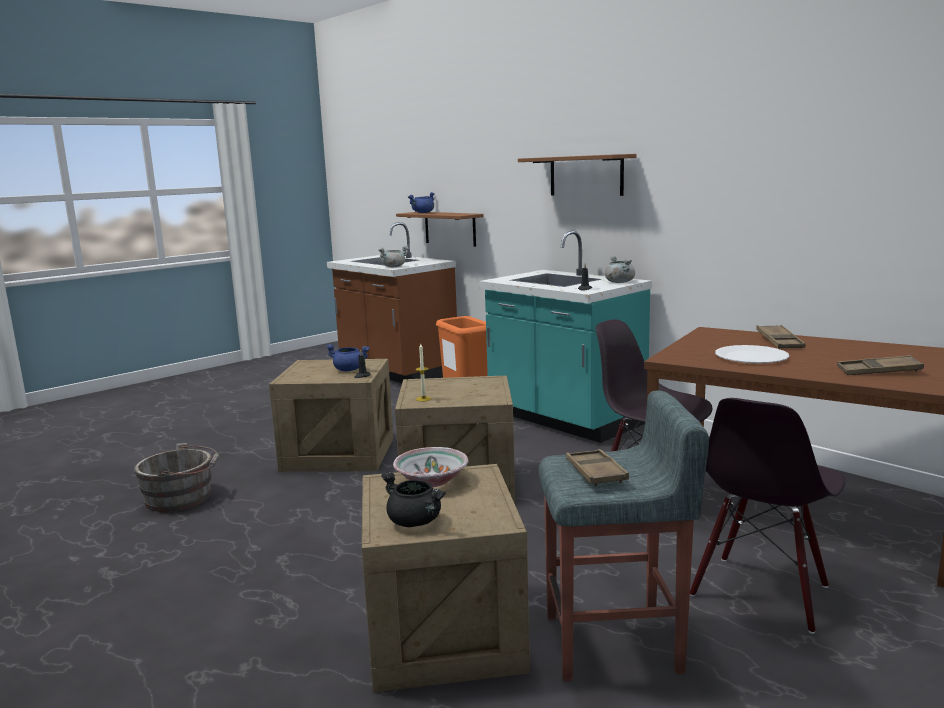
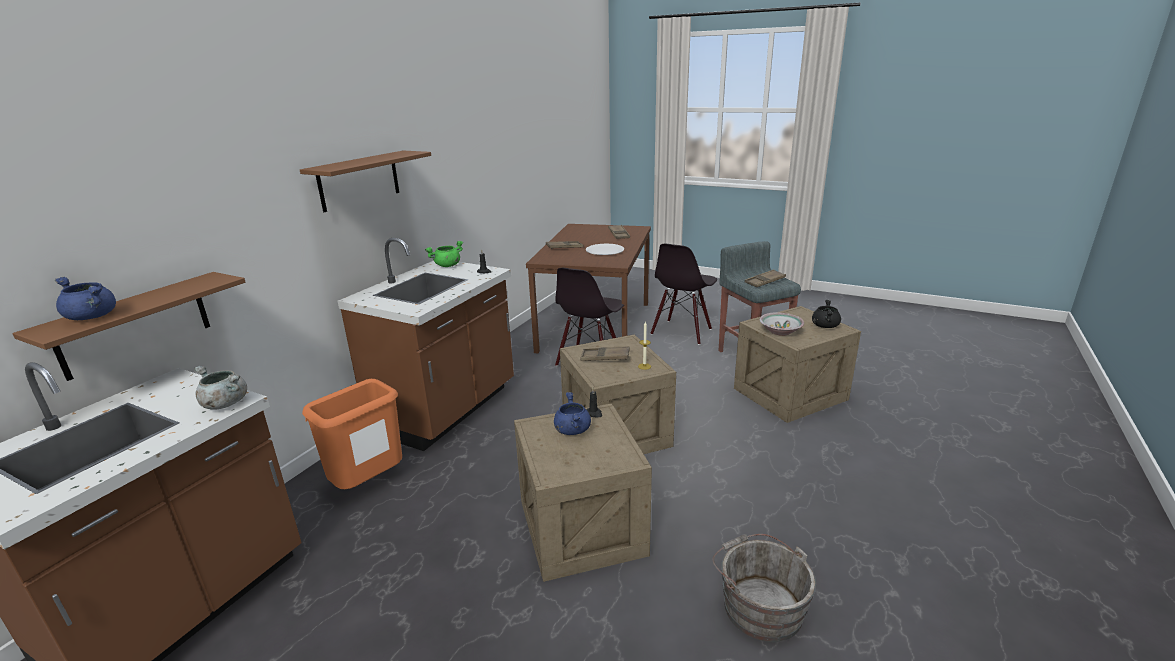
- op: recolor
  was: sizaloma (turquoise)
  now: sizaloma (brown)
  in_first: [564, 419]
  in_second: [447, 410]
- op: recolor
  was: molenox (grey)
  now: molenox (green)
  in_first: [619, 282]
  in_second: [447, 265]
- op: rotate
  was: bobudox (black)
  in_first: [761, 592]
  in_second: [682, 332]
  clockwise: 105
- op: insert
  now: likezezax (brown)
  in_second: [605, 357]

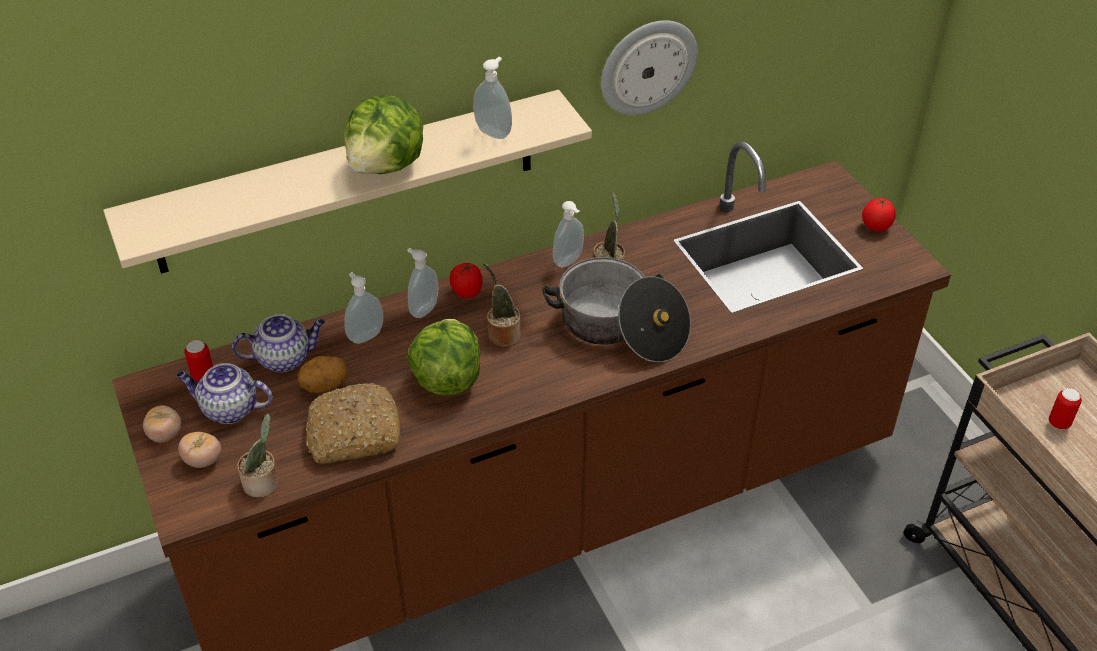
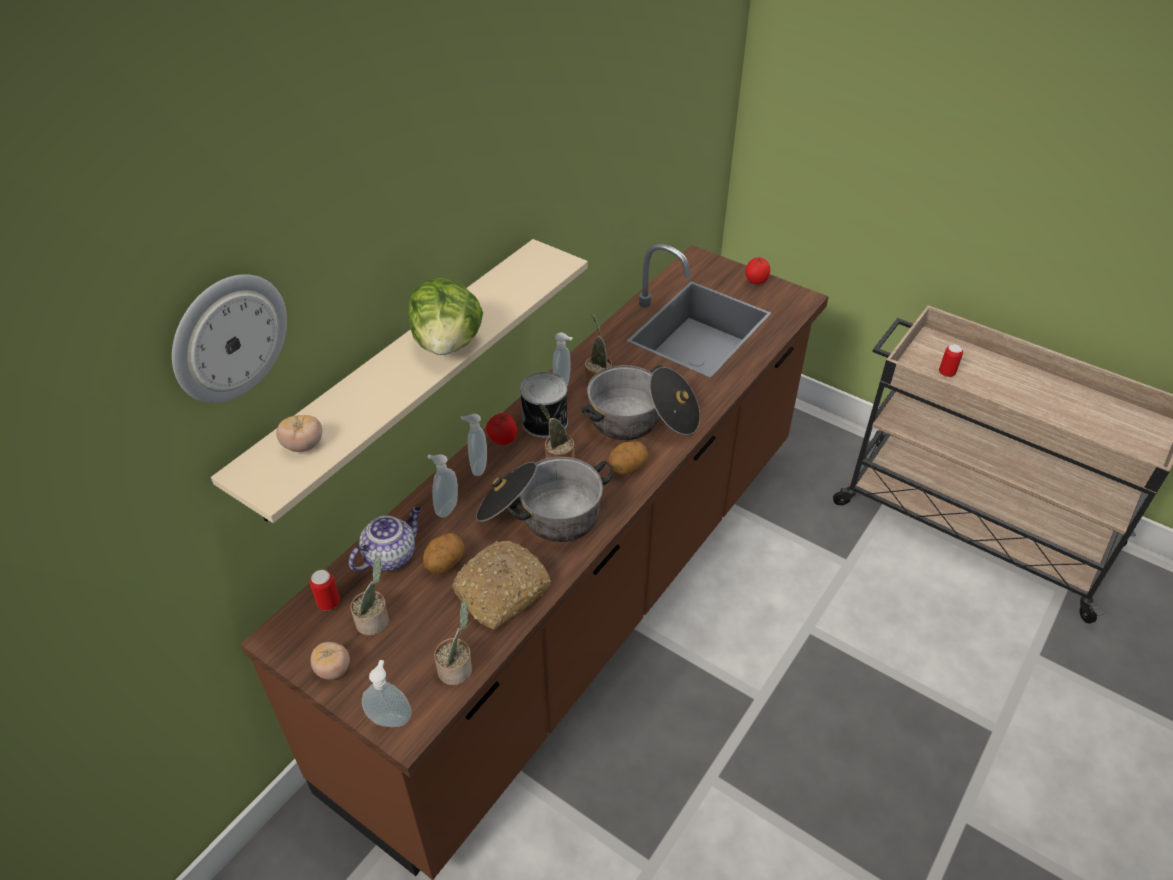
- op: move
  was: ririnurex
  in_first: [647, 66]
  in_second: [228, 337]
- op: move
  was: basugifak
  in_first: [494, 132]
  in_second: [391, 718]
- op: replace
  was: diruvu
  now: molenox
  in_first: [447, 379]
  in_second: [542, 514]
- op: replace
  was: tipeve
  now: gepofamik
  in_first: [228, 409]
  in_second: [375, 621]
- op: move
  was: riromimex
  in_first: [203, 460]
  in_second: [303, 446]
- op: insert
  now: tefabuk
  in_second: [546, 422]
- op: insert
  now: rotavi
  in_second: [627, 468]

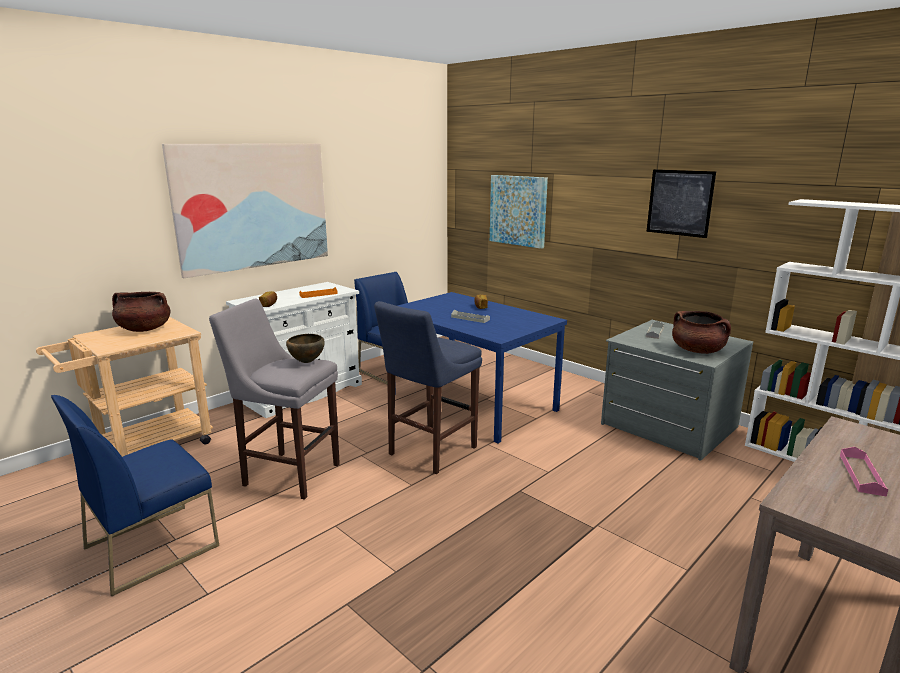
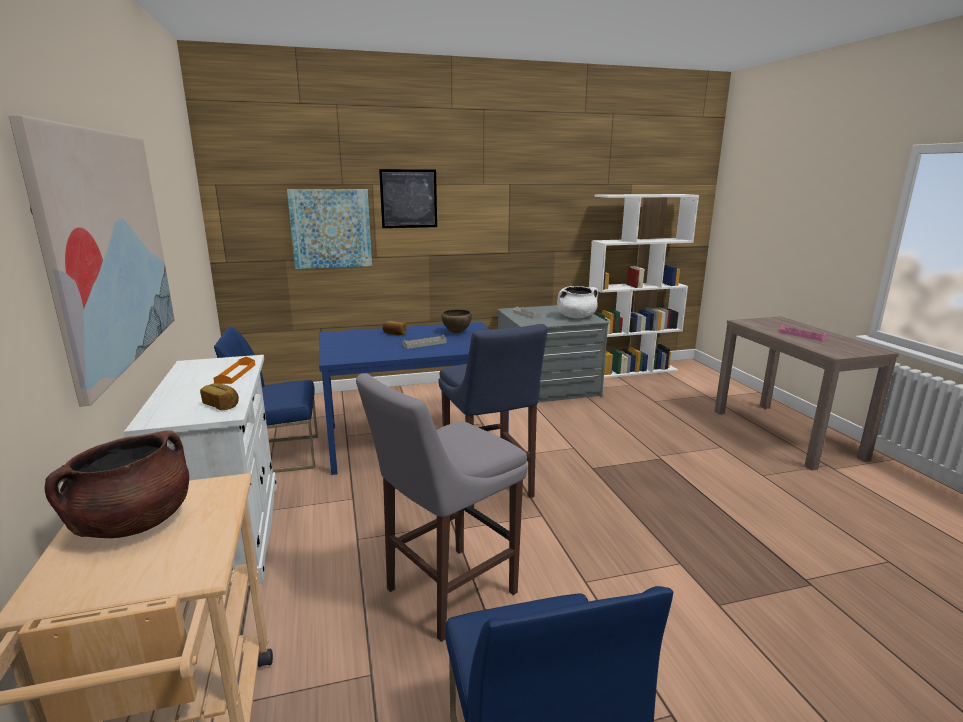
- op: move
  was: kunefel
  in_first: [679, 203]
  in_second: [408, 198]
- op: recolor
  was: molenox (brown)
  now: molenox (white)
  in_first: [697, 350]
  in_second: [576, 317]
- op: move
  was: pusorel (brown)
  in_first: [306, 362]
  in_second: [457, 333]

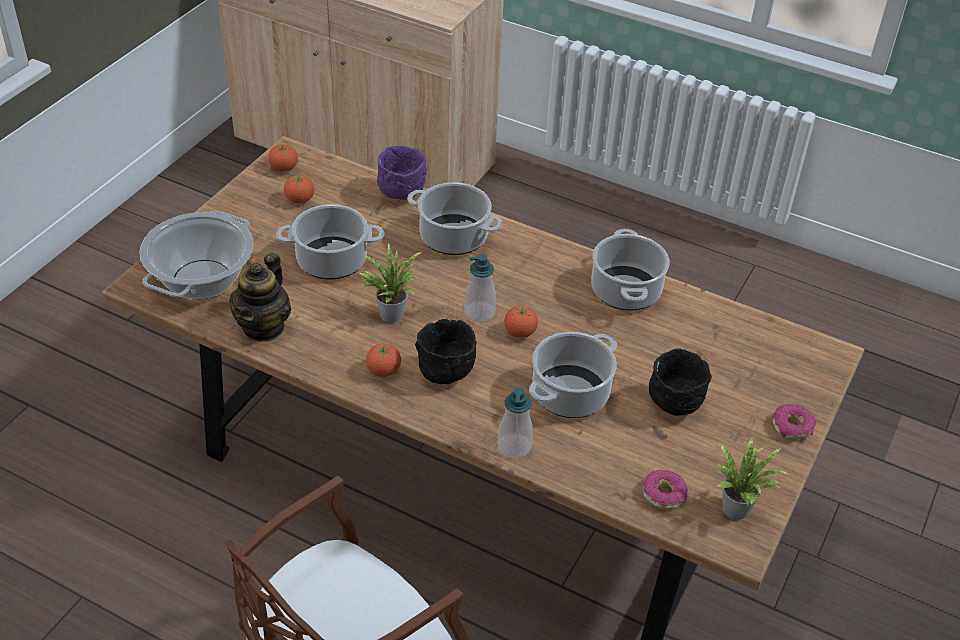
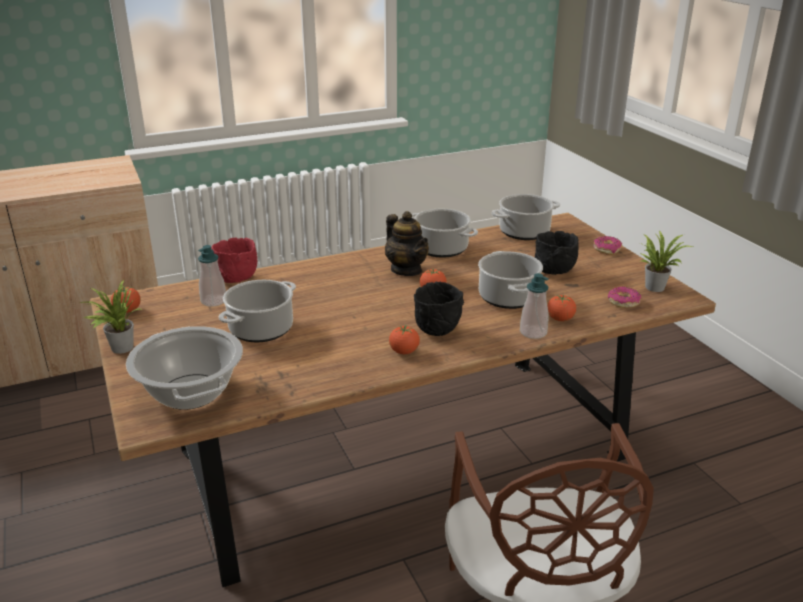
- op: recolor
  was: pusorel (purple)
  now: pusorel (red)
  in_first: [400, 194]
  in_second: [237, 280]
- op: move
  was: riromimex
  in_first: [300, 200]
  in_second: [560, 319]
- op: move
  was: molenox
  in_first: [454, 237]
  in_second: [524, 232]
- op: move
  was: gepofamik
  in_first: [389, 313]
  in_second: [119, 348]
- op: move
  was: tipeve
  in_first: [264, 327]
  in_second: [406, 270]
- op: move
  was: basugifak
  in_first: [479, 312]
  in_second: [213, 301]

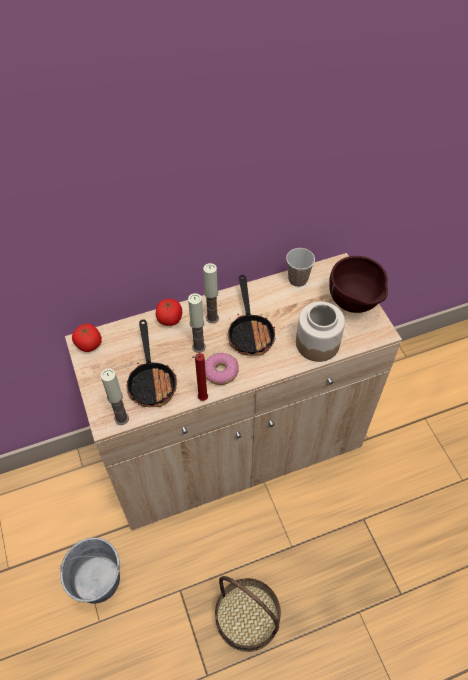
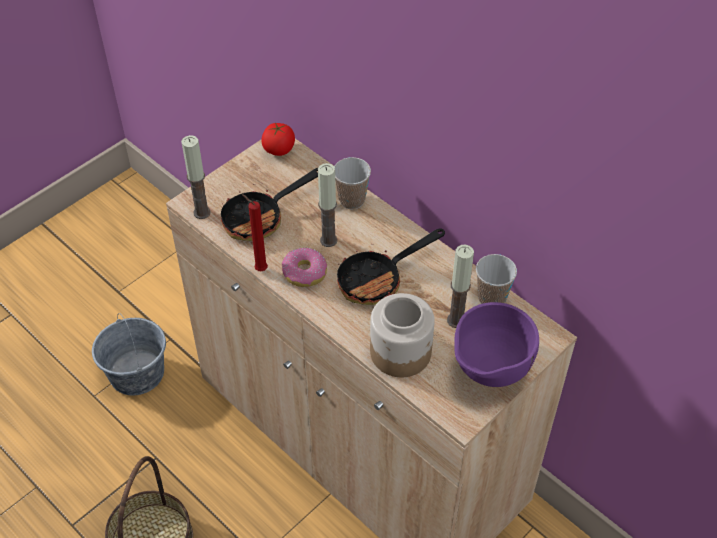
- op: recolor
  was: pusorel (brown)
  now: pusorel (purple)
  in_first: [354, 305]
  in_second: [488, 373]
- op: move
  was: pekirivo
  in_first: [212, 318]
  in_second: [456, 320]
- op: replace
  was: riromimex
  now: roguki
  in_first: [169, 319]
  in_second: [352, 200]

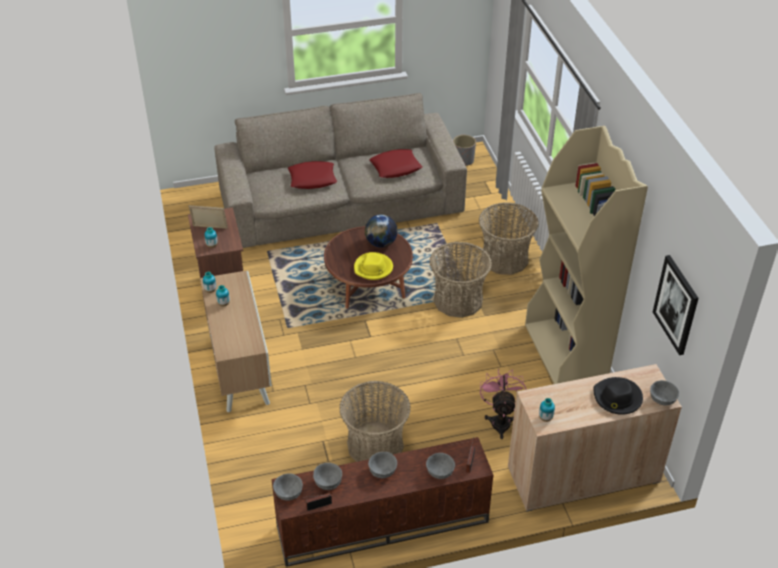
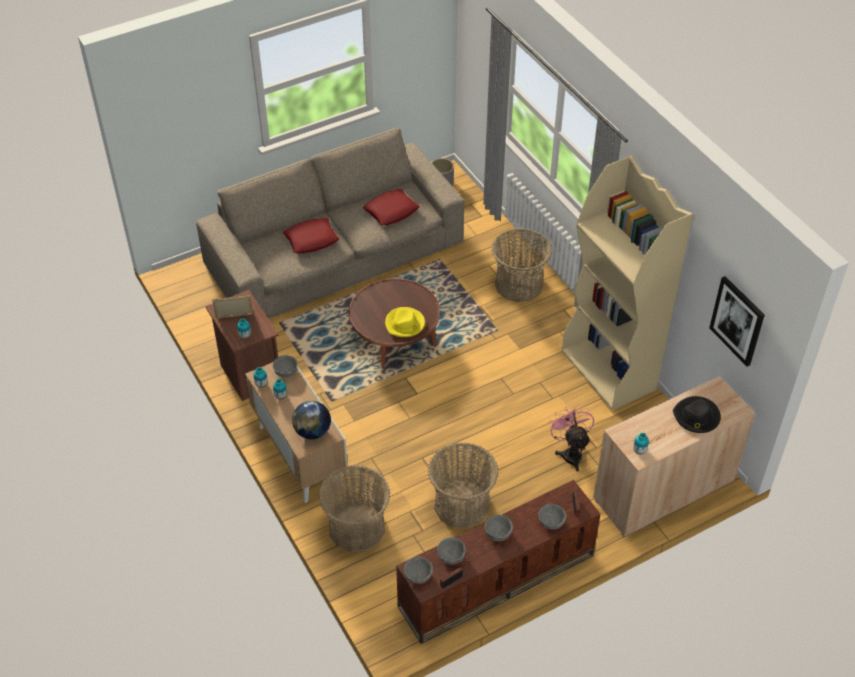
- op: move
  was: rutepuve
  in_first: [381, 243]
  in_second: [312, 432]
- op: move
  was: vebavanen
  in_first: [458, 300]
  in_second: [356, 528]
- op: move
  was: pusorel (grey)
  in_first: [662, 399]
  in_second: [285, 372]

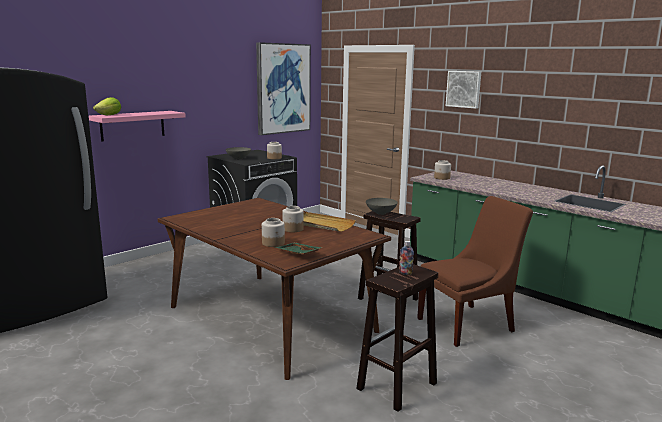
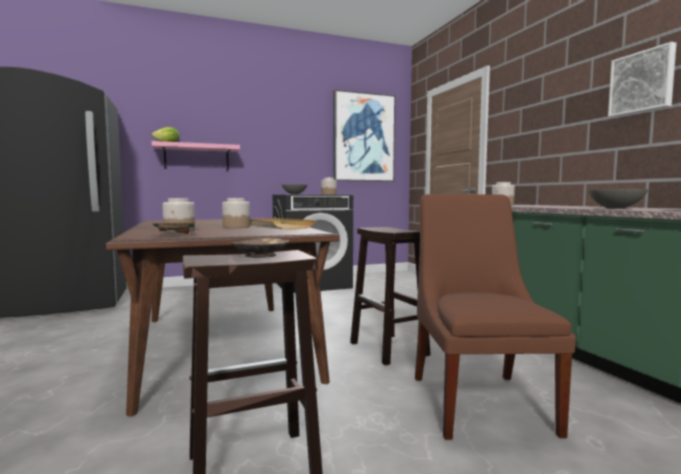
- op: move
  was: kunefel
  in_first: [464, 89]
  in_second: [642, 82]
- op: rotate
  was: bobudox (brown)
  in_first: [468, 324]
  in_second: [479, 400]
  clockwise: -90
- op: move
  was: pusorel (grey)
  in_first: [381, 213]
  in_second: [615, 208]
- op: replace
  was: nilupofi
  now: pusorel (brown)
  in_first: [405, 273]
  in_second: [261, 255]

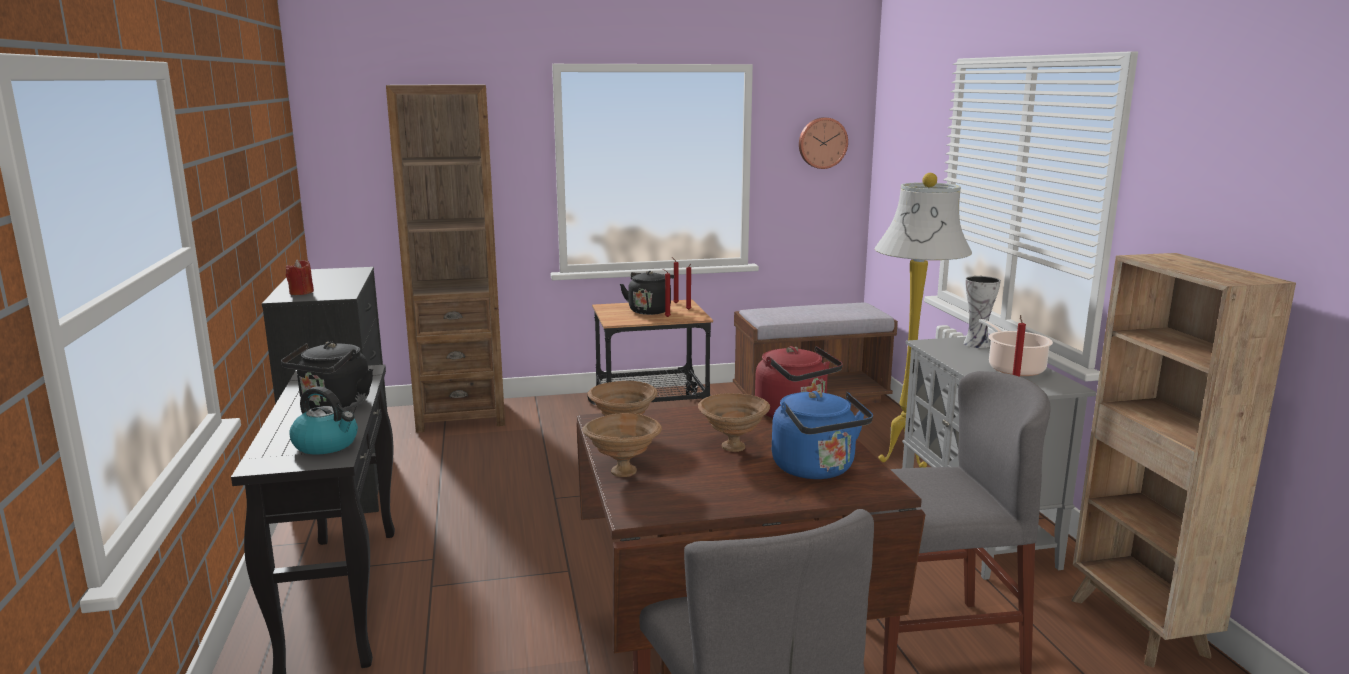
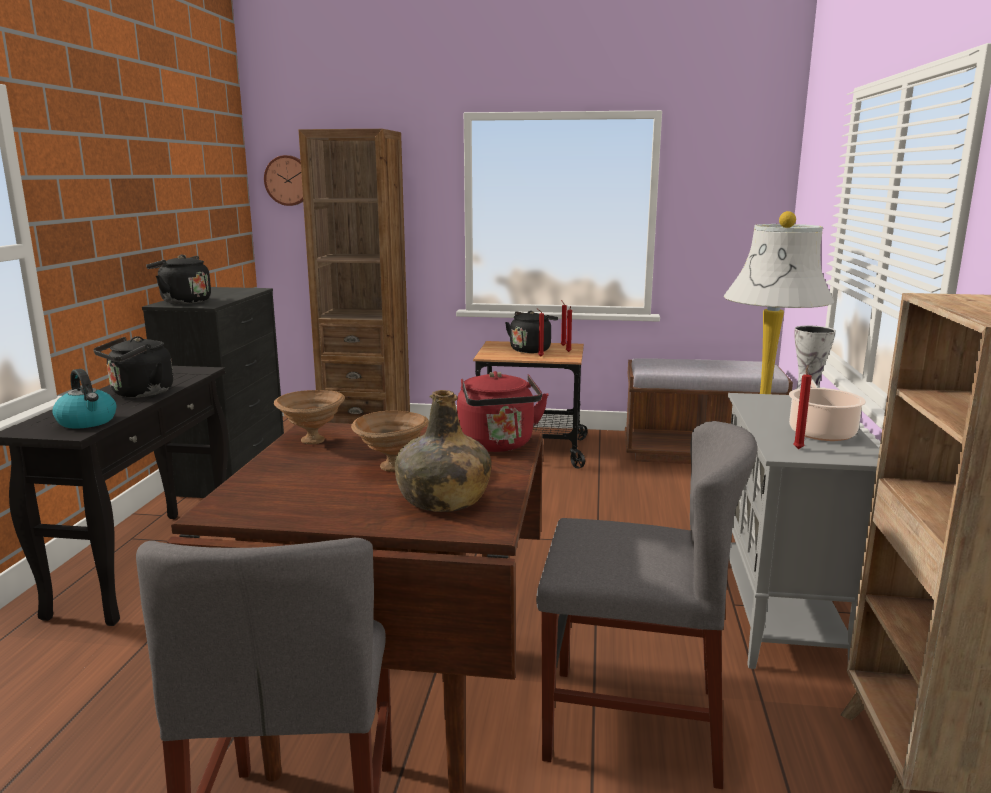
- op: move
  was: ririnurex
  in_first: [822, 143]
  in_second: [289, 180]
- op: replace
  was: pekirivo (red)
  now: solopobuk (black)
  in_first: [301, 292]
  in_second: [183, 301]
- op: replace
  was: solopobuk (blue)
  now: nilupofi (green)
  in_first: [817, 470]
  in_second: [443, 500]
- op: delete
  was: pusorel (brown)
  in_first: [621, 471]

